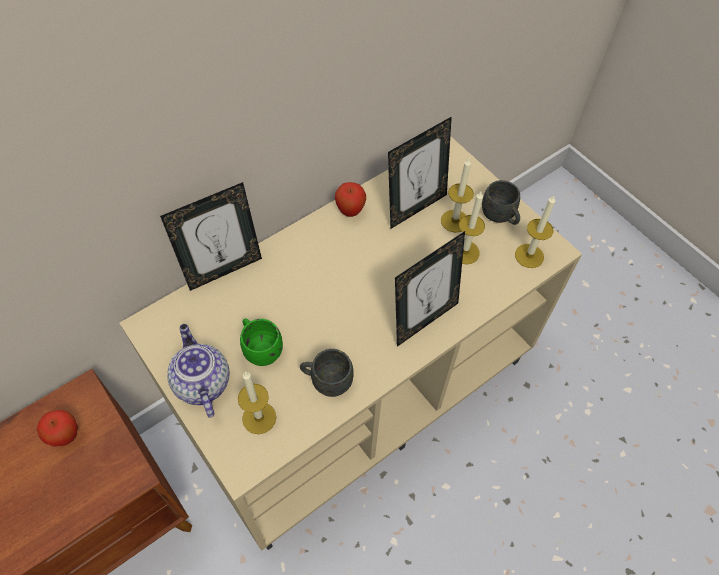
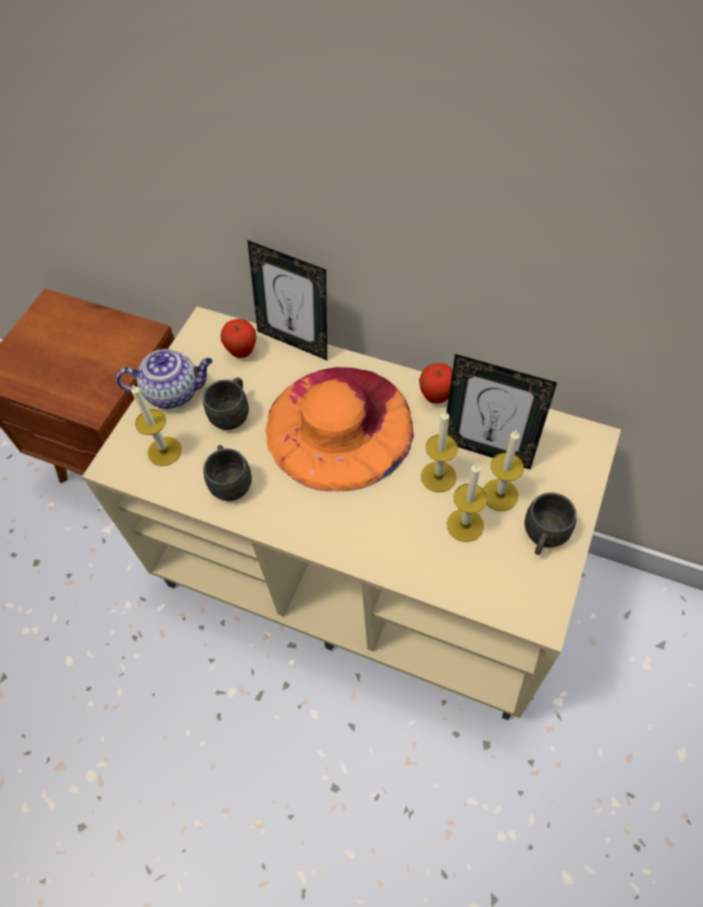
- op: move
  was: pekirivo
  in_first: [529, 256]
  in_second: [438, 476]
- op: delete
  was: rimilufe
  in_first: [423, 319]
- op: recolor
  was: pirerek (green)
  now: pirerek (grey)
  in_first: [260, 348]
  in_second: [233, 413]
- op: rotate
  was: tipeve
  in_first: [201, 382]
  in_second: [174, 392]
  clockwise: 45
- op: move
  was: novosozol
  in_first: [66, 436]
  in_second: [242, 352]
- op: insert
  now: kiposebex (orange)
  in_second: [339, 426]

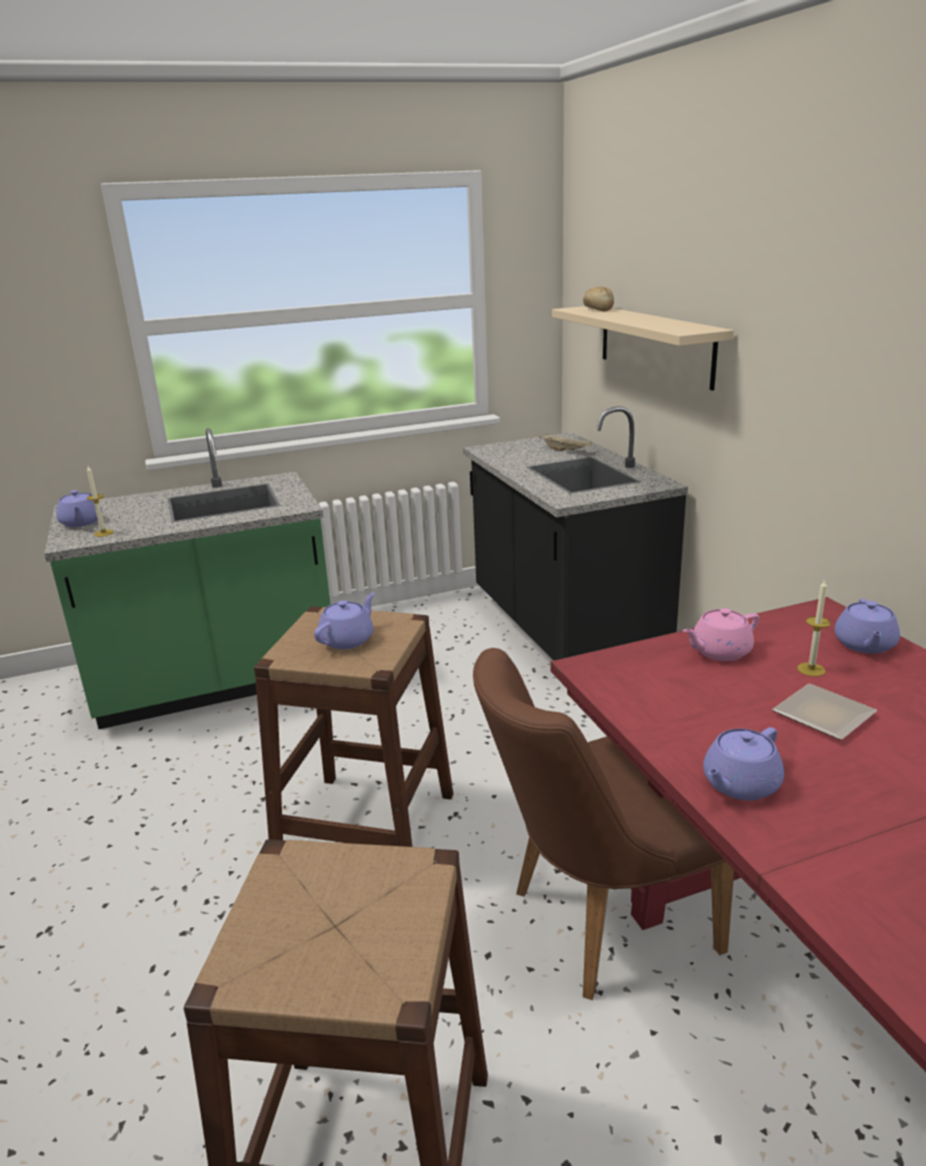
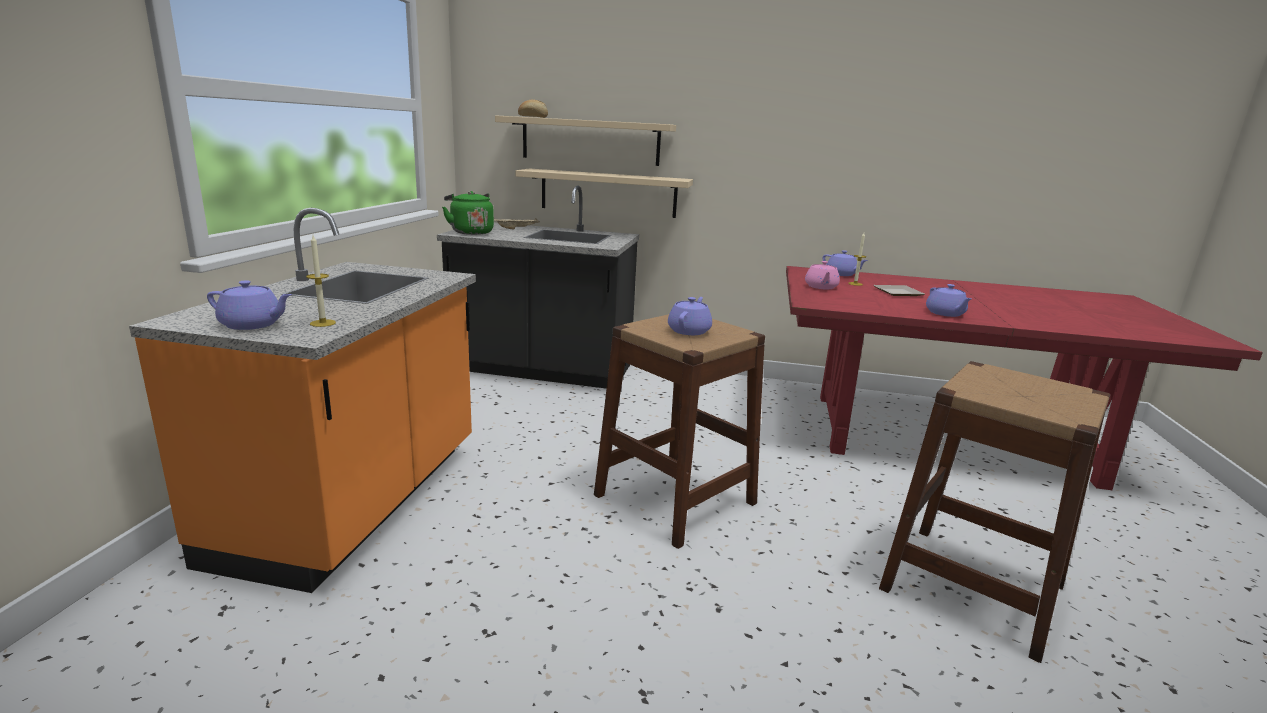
- op: recolor
  was: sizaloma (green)
  now: sizaloma (orange)
  in_first: [217, 683]
  in_second: [356, 502]
- op: rotate
  was: tipeve (purple)
  in_first: [348, 640]
  in_second: [689, 331]
  clockwise: 45
- op: delete
  was: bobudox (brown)
  in_first: [595, 922]
- op: insert
  now: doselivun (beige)
  in_second: [608, 193]
- op: insert
  now: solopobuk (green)
  in_second: [470, 232]

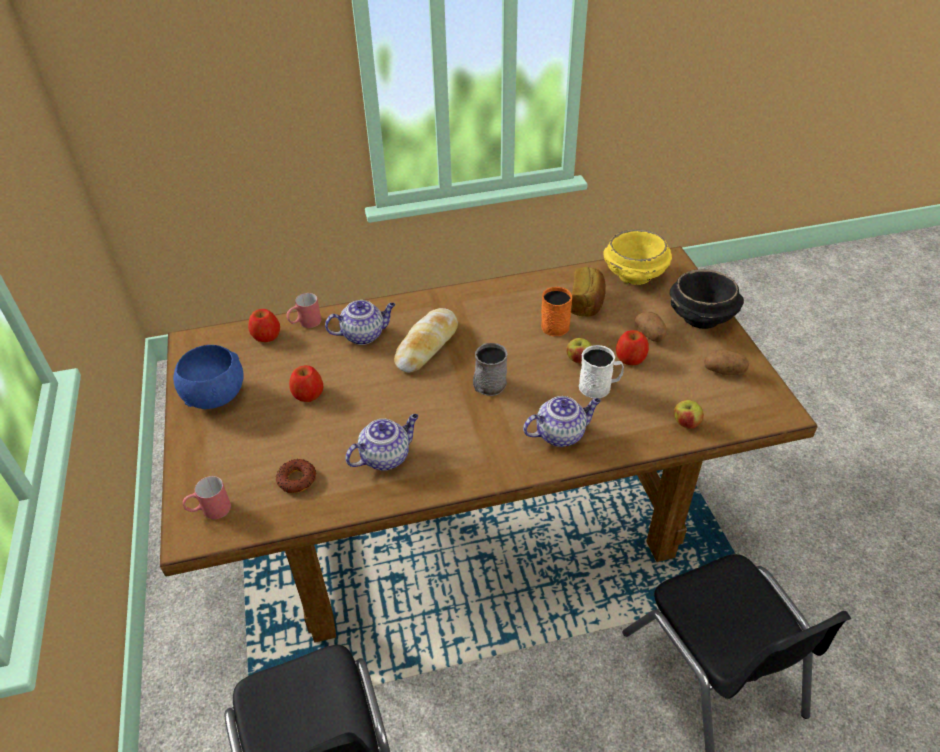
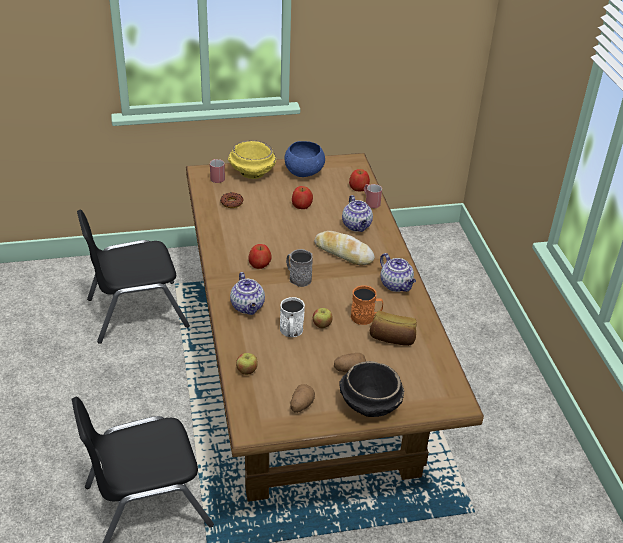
- op: move
  was: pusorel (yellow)
  in_first: [634, 276]
  in_second: [251, 173]
- op: move
  was: novosozol
  in_first: [630, 357]
  in_second: [259, 264]
- op: move
  was: tipeve
  in_first: [386, 456]
  in_second: [396, 285]

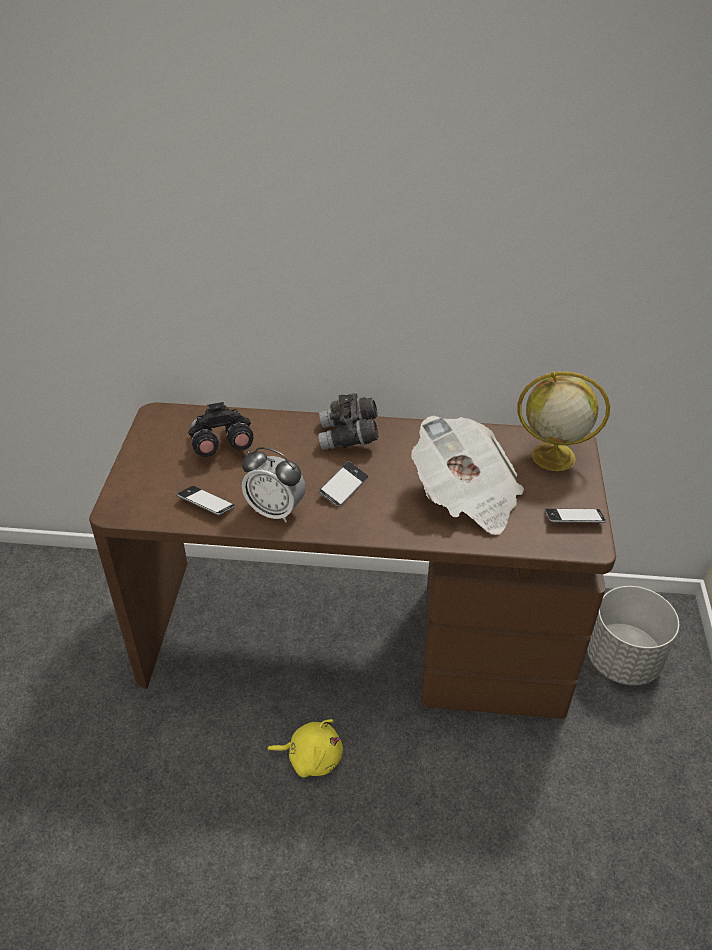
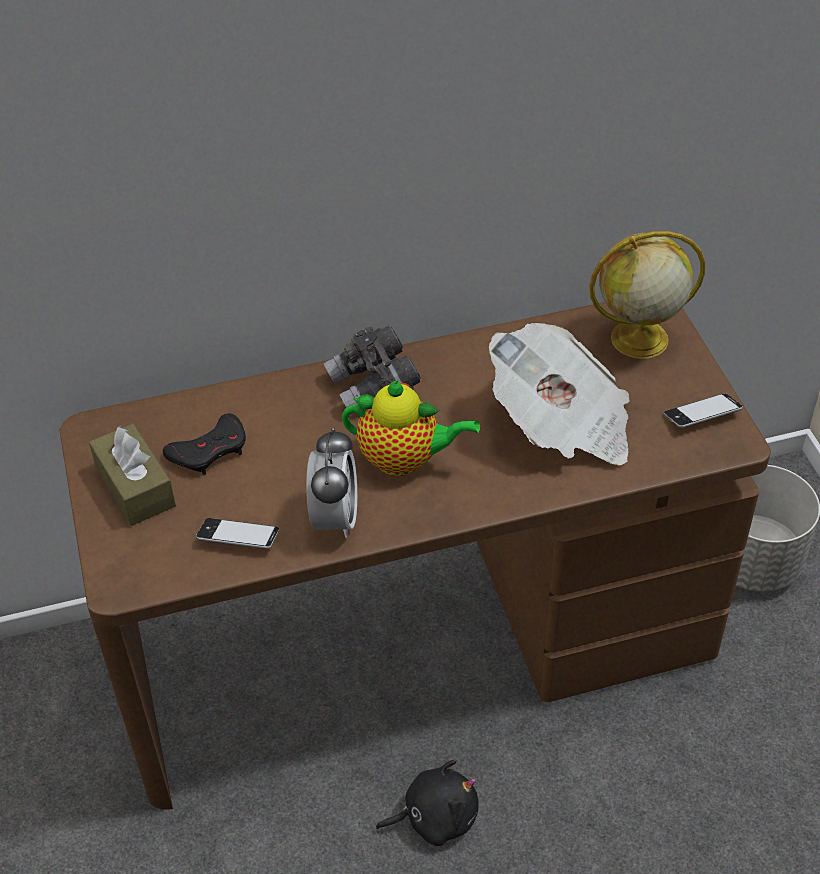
- op: replace
  was: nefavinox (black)
  now: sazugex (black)
  in_first: [221, 446]
  in_second: [210, 450]
- op: rotate
  was: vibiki
  in_first: [275, 511]
  in_second: [335, 518]
  clockwise: -90
- op: replace
  was: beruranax
  now: tipeve
  in_first: [343, 488]
  in_second: [404, 459]
- op: recolor
  was: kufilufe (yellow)
  now: kufilufe (black)
  in_first: [311, 757]
  in_second: [435, 817]
- op: insert
  now: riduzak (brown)
  in_second: [135, 487]

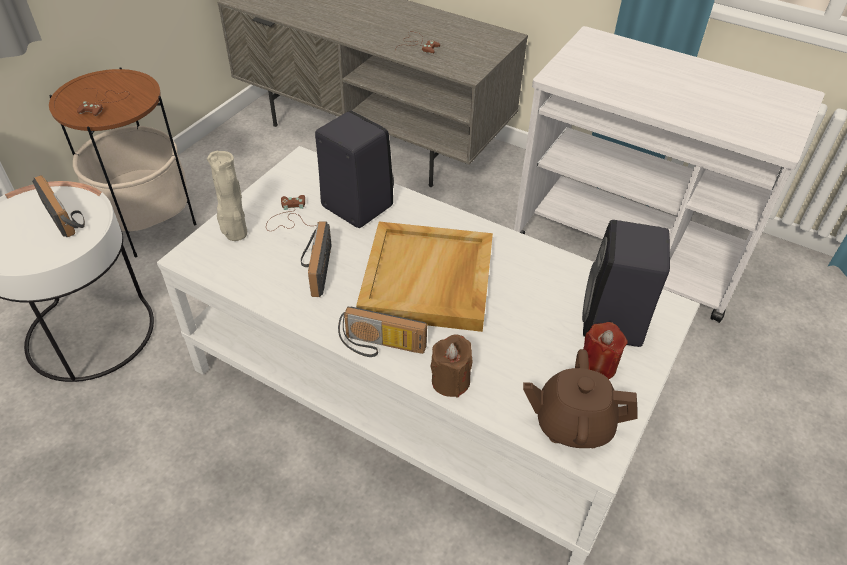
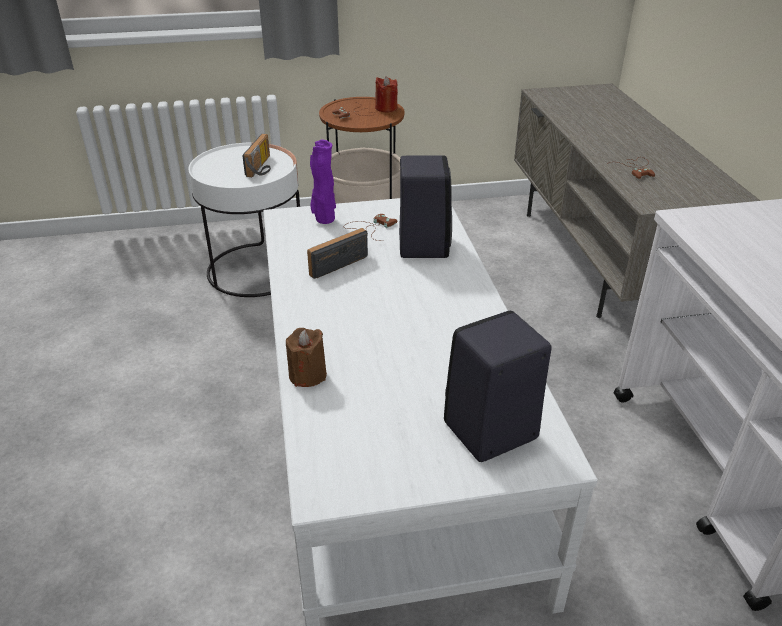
- op: recolor
  was: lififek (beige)
  now: lififek (purple)
  in_first: [235, 235]
  in_second: [324, 220]
- op: delete
  was: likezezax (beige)
  in_first: [428, 280]
- op: delete
  was: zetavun
  in_first: [380, 347]
- op: move
  was: pekirivo (red)
  in_first: [597, 365]
  in_second: [386, 108]
- op: delete
  was: tipeve (brown)
  in_first: [572, 424]

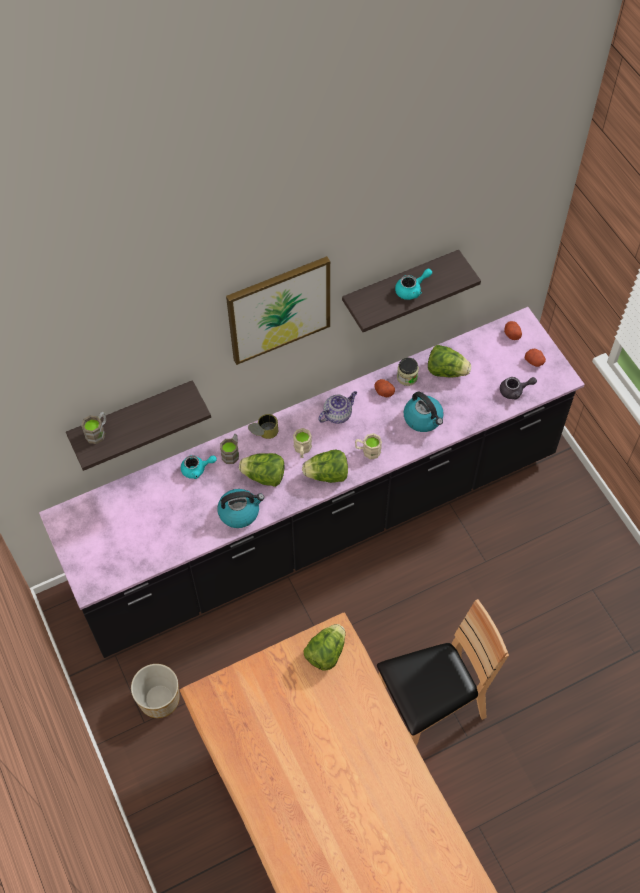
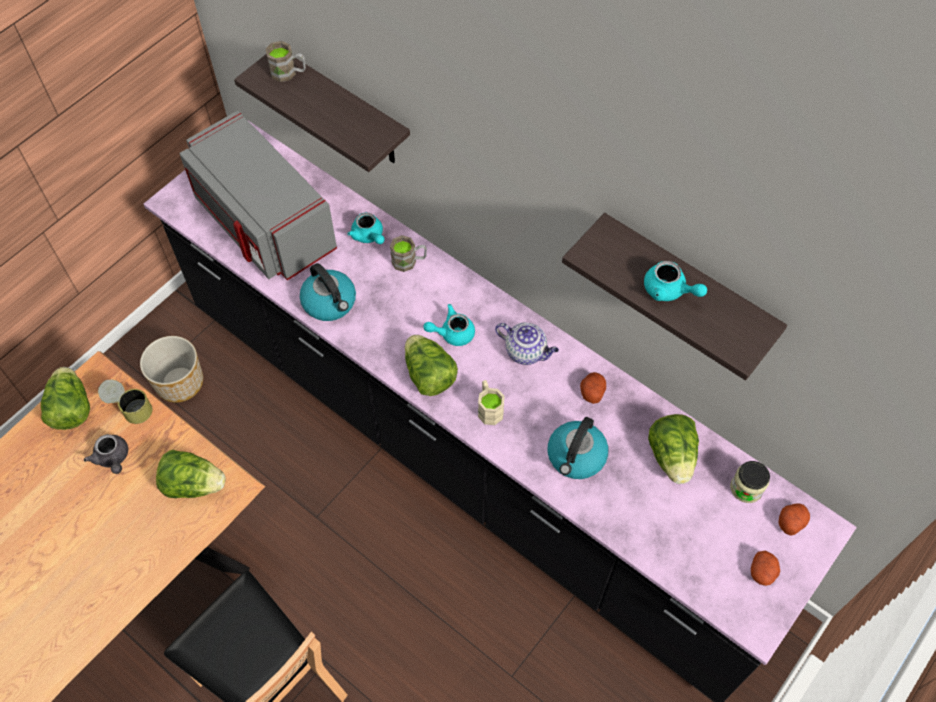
- op: delete
  was: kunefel
  in_first: [279, 309]
- op: move
  was: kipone
  in_first: [407, 377]
  in_second: [746, 488]
- op: move
  was: tipeve (grey)
  in_first: [515, 391]
  in_second: [113, 458]
- op: move
  was: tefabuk
  in_first: [263, 434]
  in_second: [130, 408]
- op: replace
  was: pirerek (beige)
  now: tipeve (turquoise)
  in_first: [302, 449]
  in_second: [452, 333]
- op: move
  was: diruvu
  in_first: [264, 476]
  in_second: [71, 409]
- op: insert
  now: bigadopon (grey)
  in_second: [262, 224]

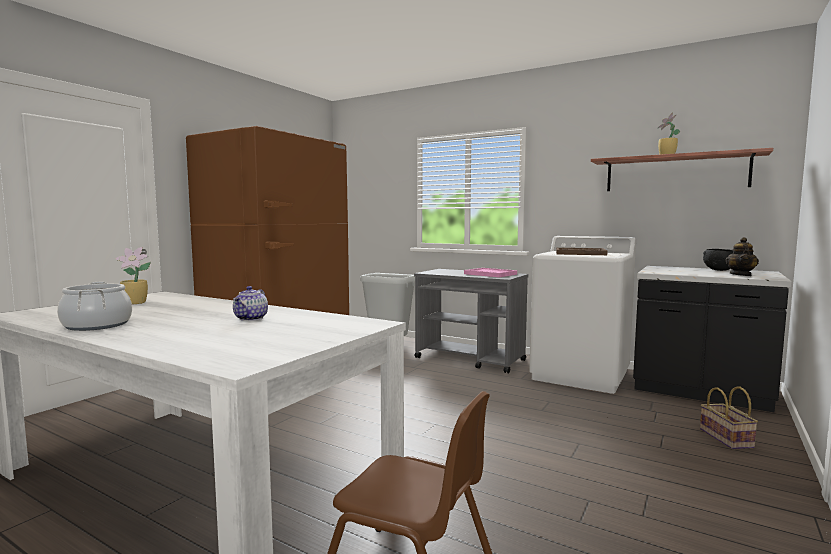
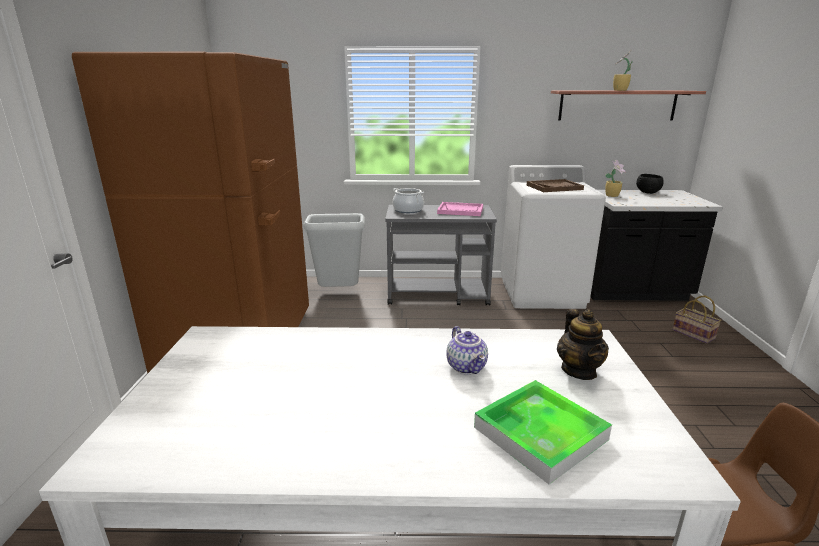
- op: move
  was: tipeve
  in_first: [741, 275]
  in_second: [579, 370]
- op: move
  was: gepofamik
  in_first: [136, 303]
  in_second: [612, 195]
- op: move
  was: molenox
  in_first: [97, 325]
  in_second: [408, 210]
- op: insert
  now: likezezax
  in_second: [540, 433]

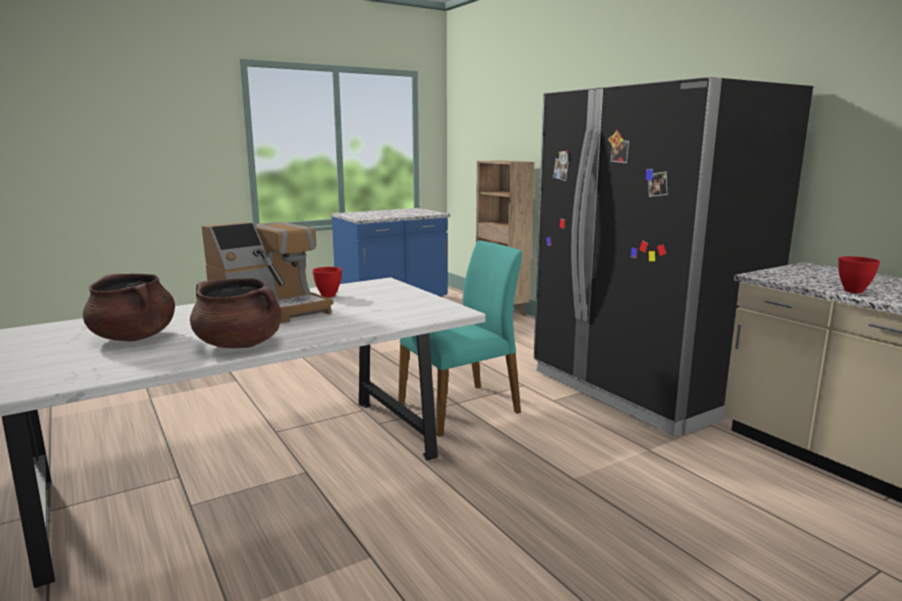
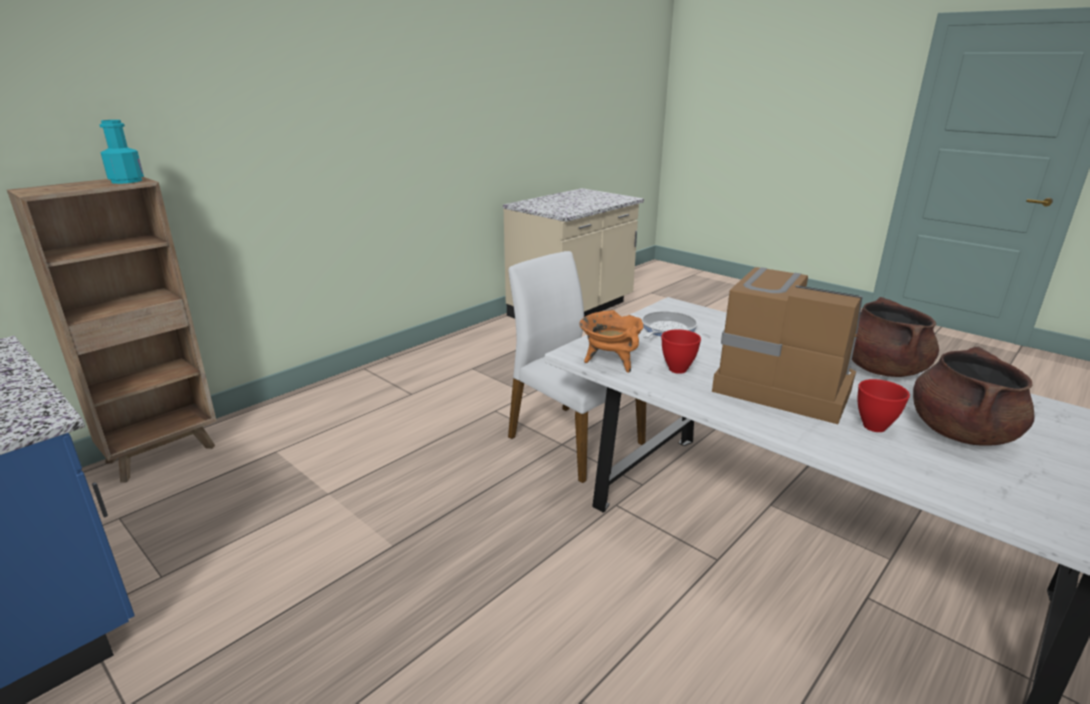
- op: delete
  was: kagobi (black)
  in_first: [642, 388]
- op: recolor
  was: bobudox (turquoise)
  now: bobudox (white)
  in_first: [461, 408]
  in_second: [573, 440]
- op: move
  was: pusorel (red)
  in_first: [853, 291]
  in_second: [875, 427]
- op: insert
  now: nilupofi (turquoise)
  in_second: [126, 181]
- op: insert
  now: molenox (orange)
  in_second: [610, 362]
- op: insert
  now: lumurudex
  in_second: [666, 329]

